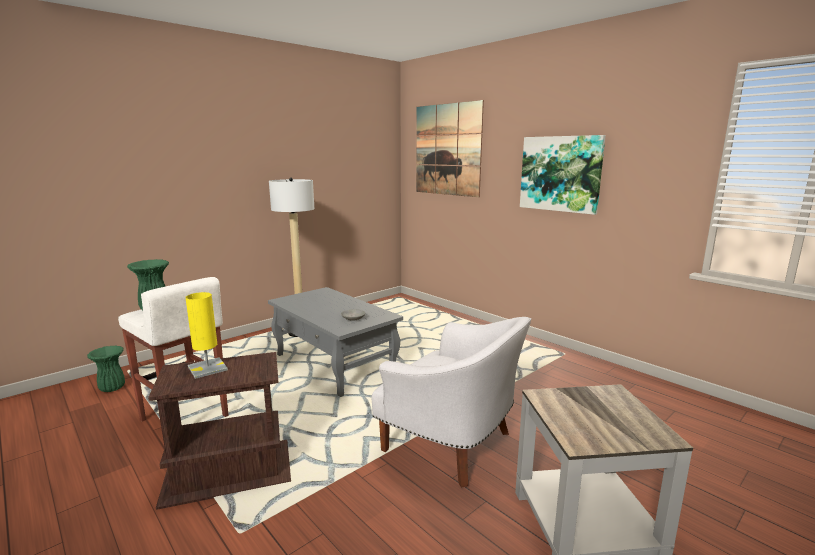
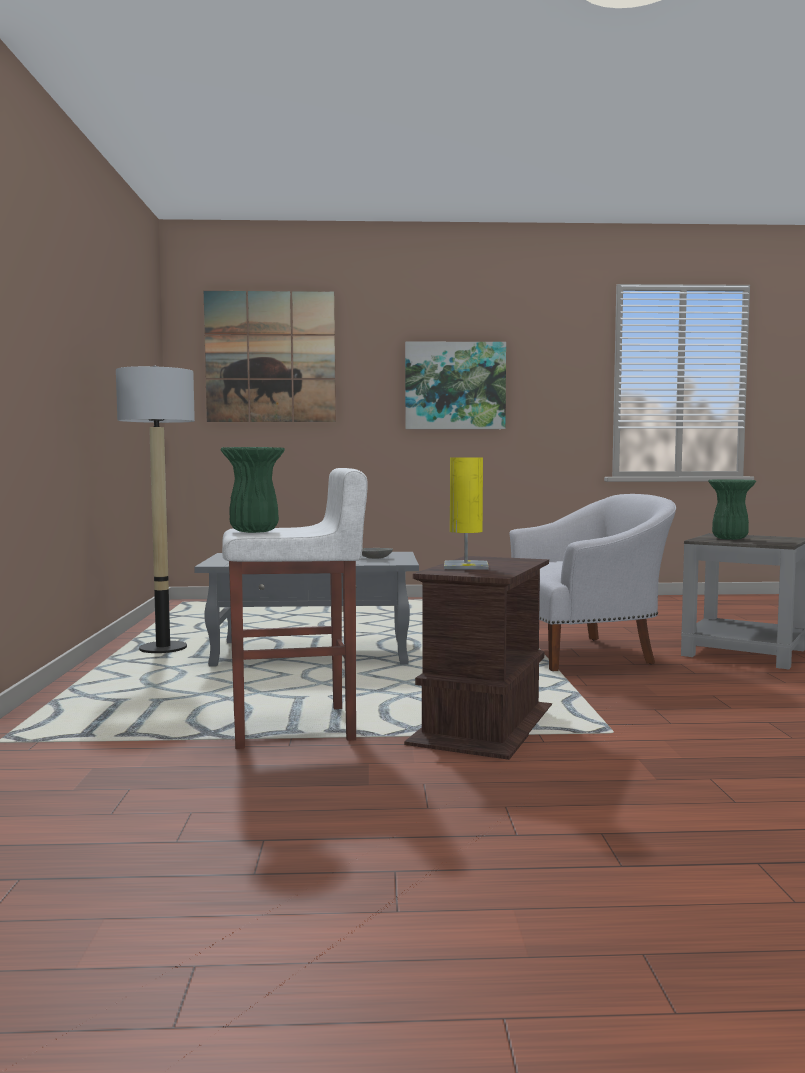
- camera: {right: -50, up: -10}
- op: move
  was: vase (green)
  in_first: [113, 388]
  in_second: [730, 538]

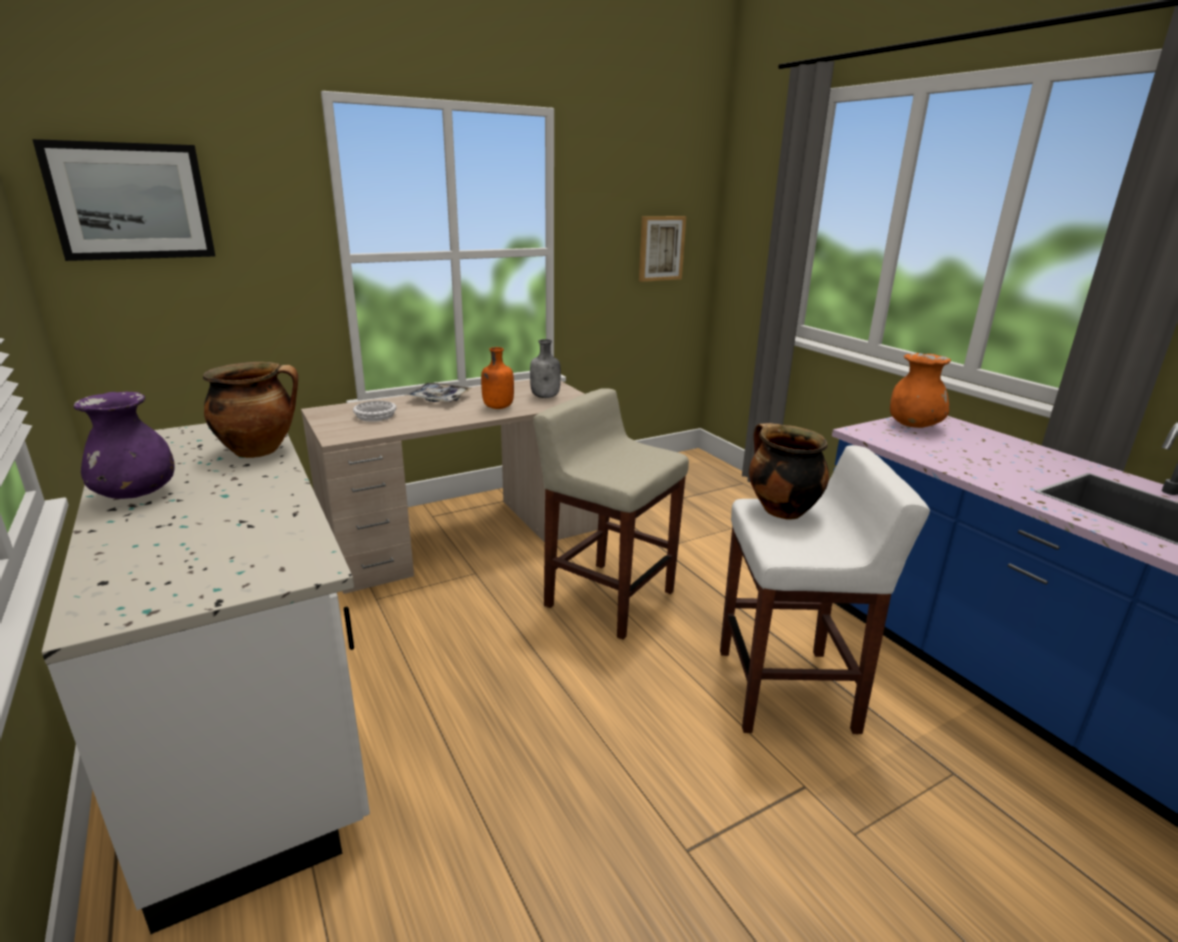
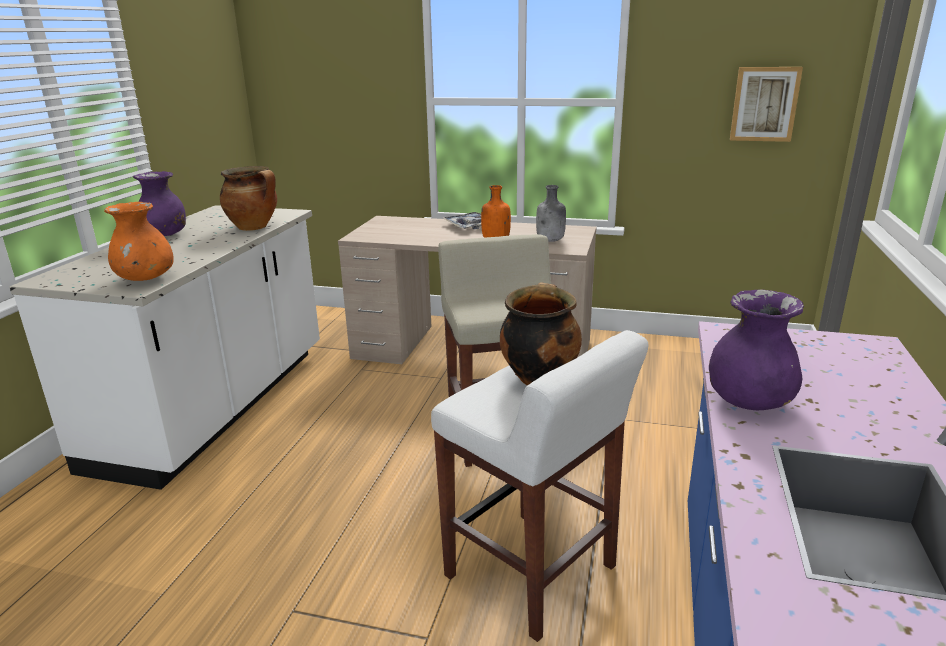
- camera: {right: 45, up: 0}
- op: delete
  was: picture
  in_first: [131, 201]
- op: move
  was: vase (orange)
  in_first: [913, 425]
  in_second: [146, 279]
- op: delete
  was: bowl (white)
  in_first: [376, 415]
- op: insert
  now: vase (purple)
  in_second: [749, 402]

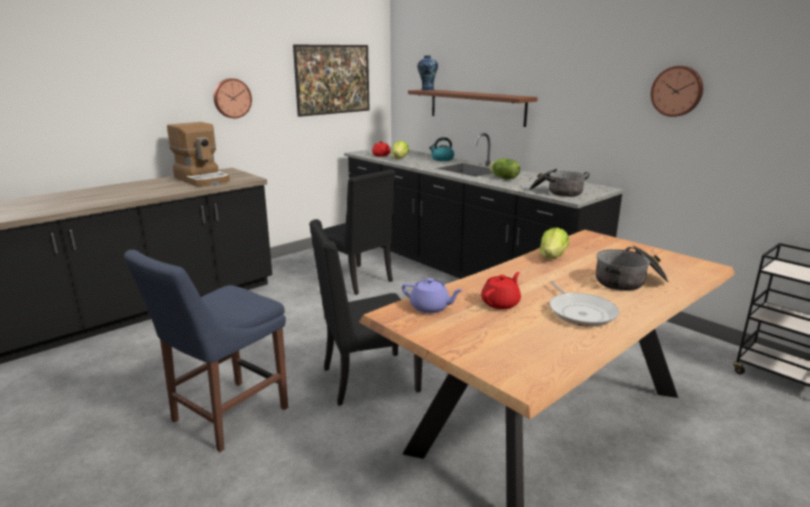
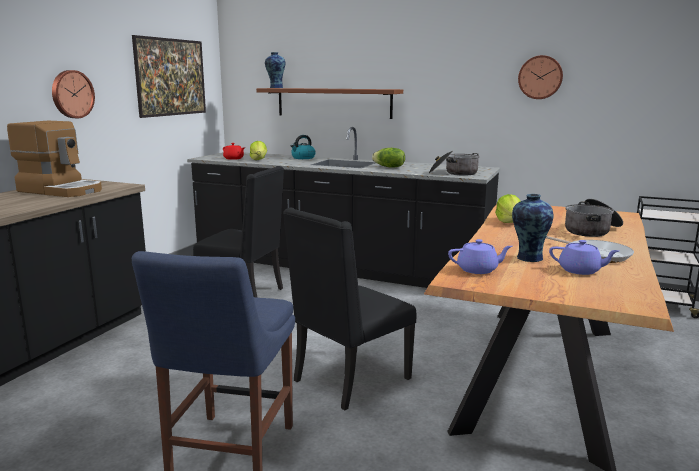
- camera: {right: -25, up: -5}
- op: replace
  was: teapot (red)
  now: vase
  in_first: [501, 303]
  in_second: [528, 258]
- op: insert
  now: teapot (purple)
  in_second: [580, 270]

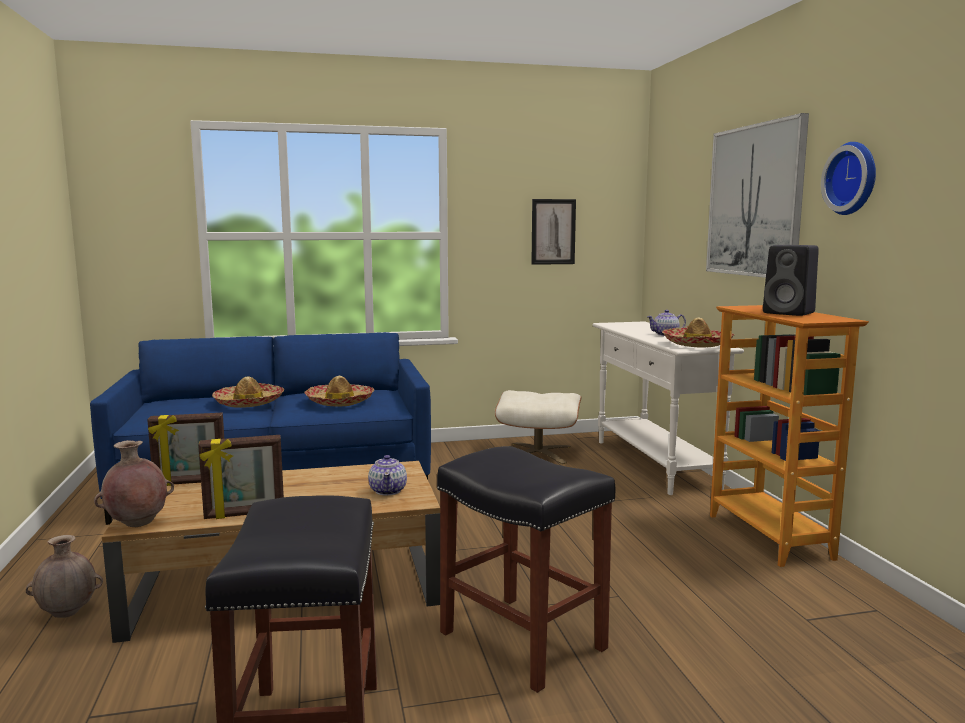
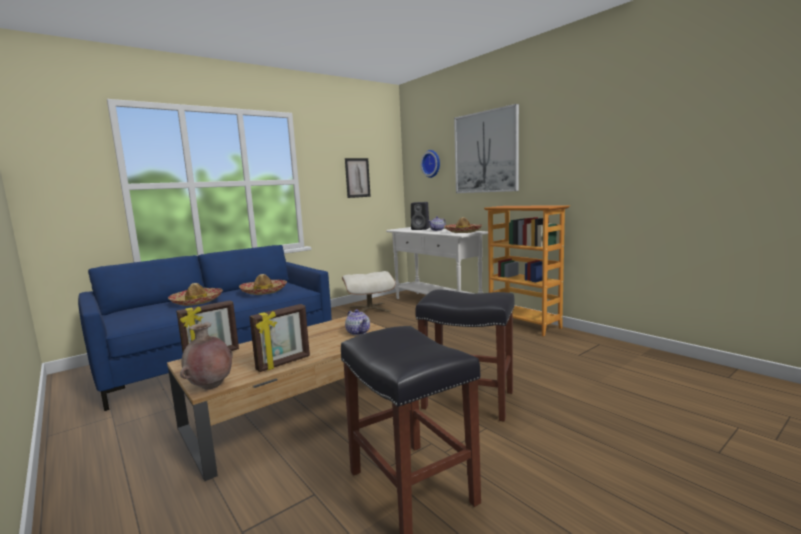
- camera: {right: -25, up: 0}
- op: move
  was: wall clock
  in_first: [853, 178]
  in_second: [432, 163]
- op: move
  was: speaker (black)
  in_first: [790, 313]
  in_second: [421, 229]
- op: delete
  was: vase (brown)
  in_first: [68, 613]

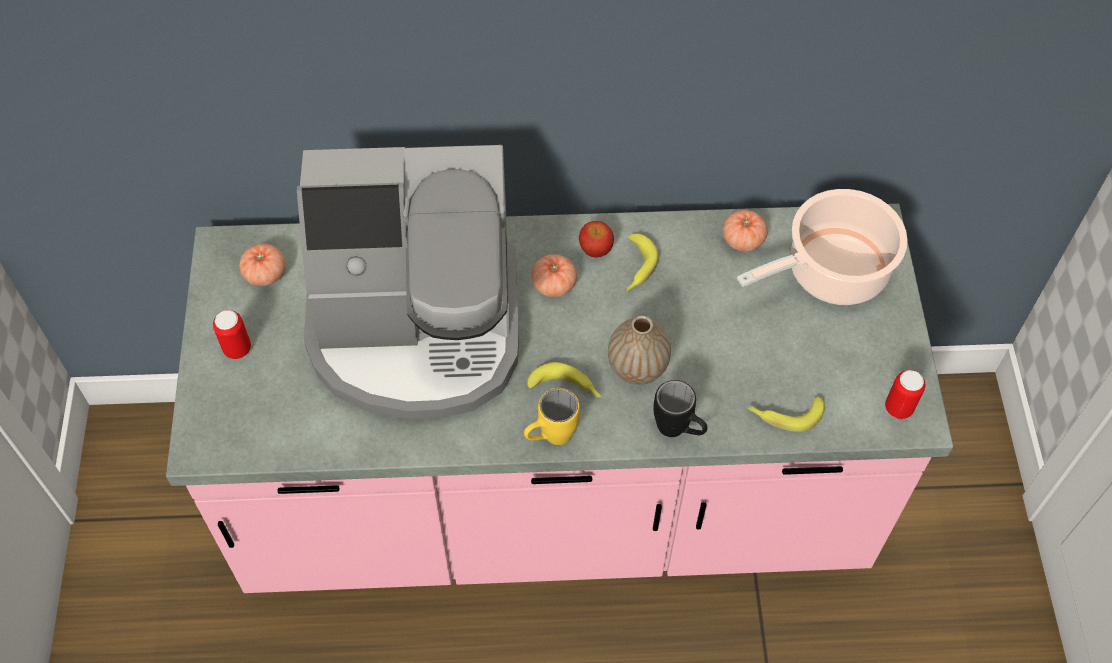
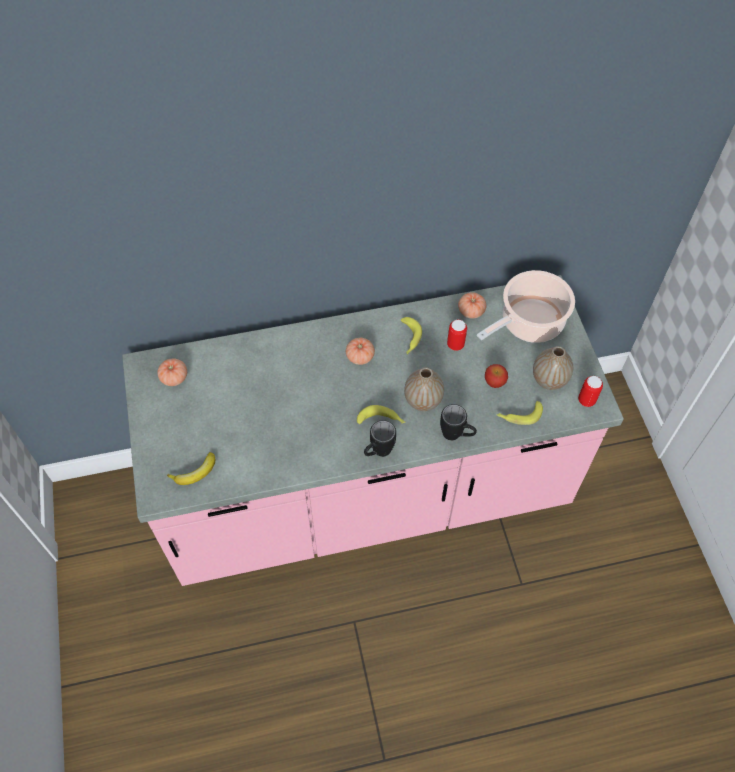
- camera: {right: -10, up: 0}
- op: delete
  was: coffee machine
  in_first: [417, 330]
- op: move
  was: apple
  in_first: [595, 249]
  in_second: [494, 382]
- op: move
  was: can
  in_first: [237, 349]
  in_second: [455, 344]
- op: recolor
  was: mug (yellow)
  now: mug (black)
  in_first: [550, 438]
  in_second: [378, 453]
- op: insert
  now: vase
  in_second: [549, 380]
- op: insert
  now: banana
  in_second: [195, 473]

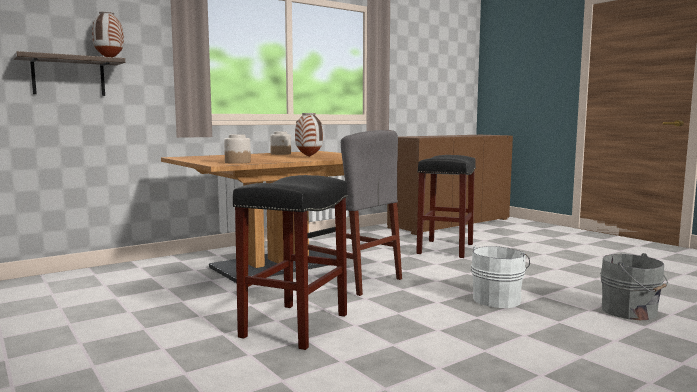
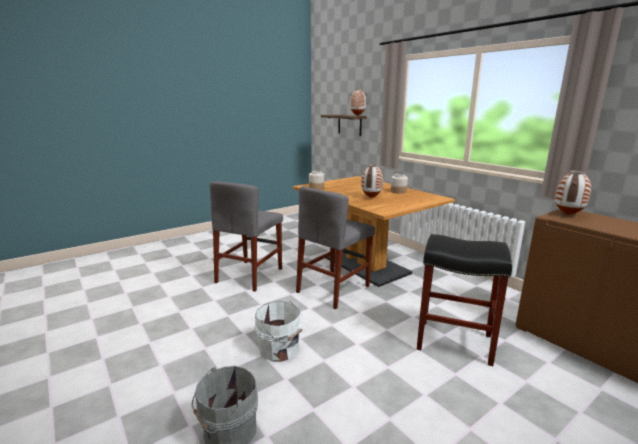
- camera: {right: 90, up: 10}
- op: replace
  was: stool (black)
  now: chair (grey)
  in_first: [295, 326]
  in_second: [249, 275]
- op: insert
  now: vase
  in_second: [568, 215]

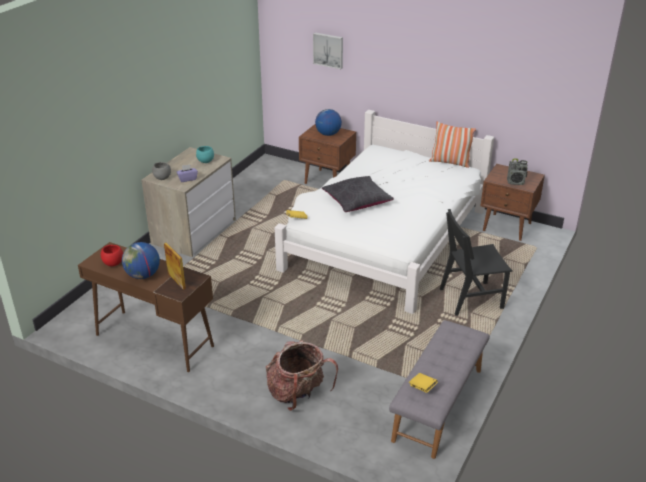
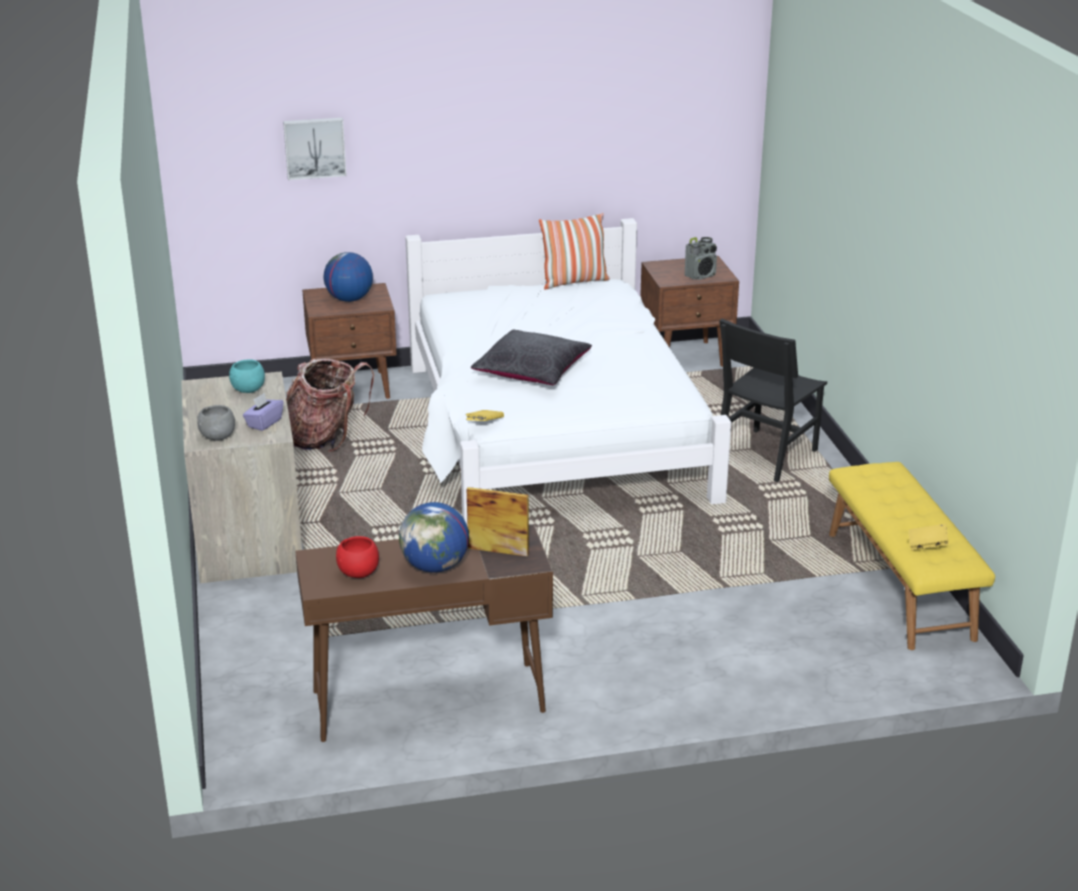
- camera: {right: -40, up: -5}
- op: recolor
  was: bench (grey)
  now: bench (yellow)
  in_first: [438, 404]
  in_second: [900, 585]
- op: move
  was: backpack
  in_first: [298, 394]
  in_second: [324, 438]

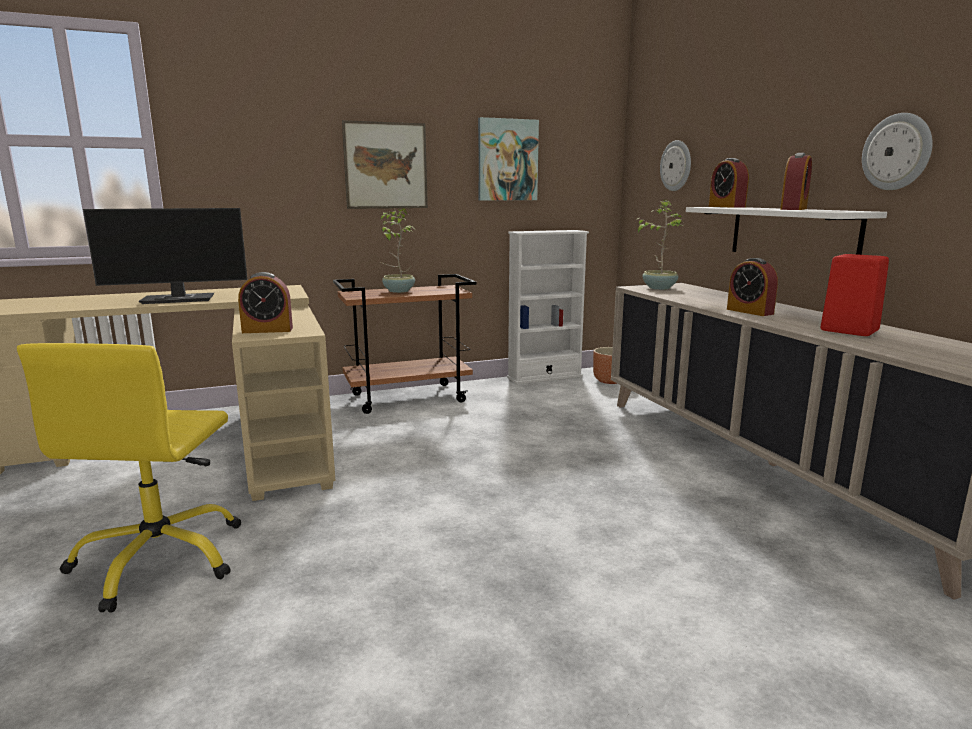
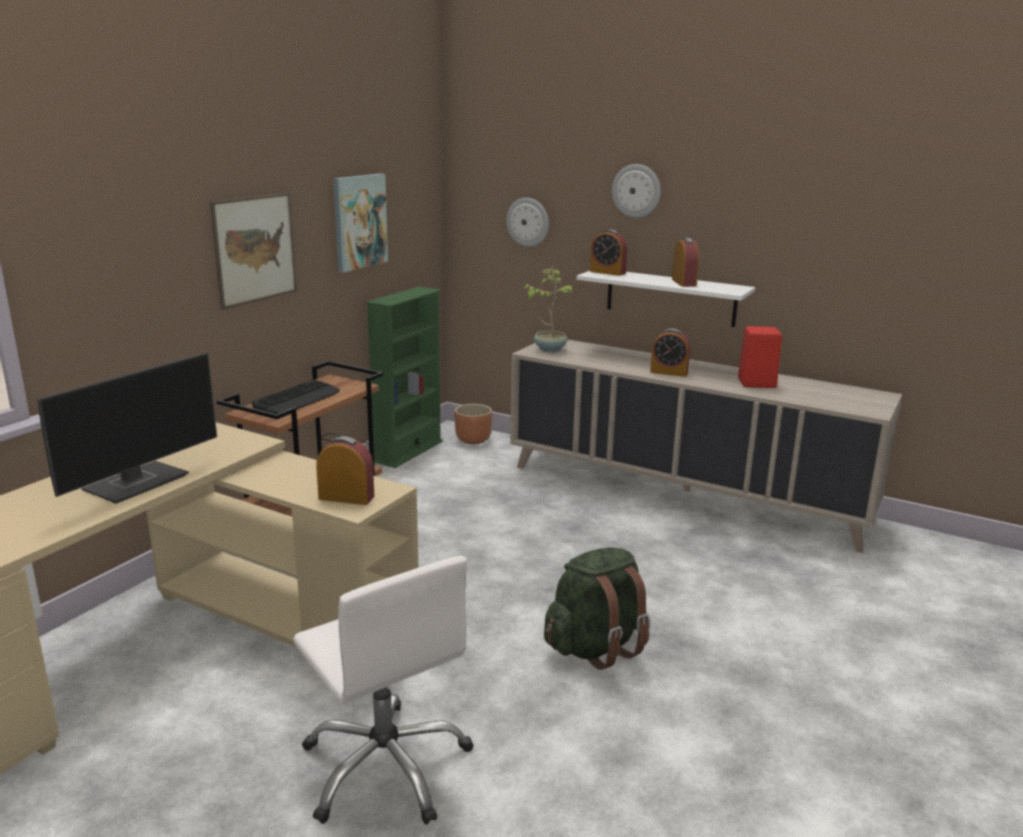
- camera: {right: -40, up: 5}
- op: move
  was: wall clock
  in_first: [897, 152]
  in_second: [636, 191]
- op: replace
  was: potted plant
  now: keyboard
  in_first: [398, 291]
  in_second: [297, 399]
- op: recolor
  was: bookcase (white)
  now: bookcase (green)
  in_first: [544, 377]
  in_second: [408, 451]
- op: rotate
  was: alarm clock
  in_first: [267, 330]
  in_second: [346, 497]
  clockwise: -120
- op: recolor
  was: office chair (yellow)
  now: office chair (white)
  in_first: [160, 559]
  in_second: [386, 766]
- op: insert
  now: backpack (green)
  in_second: [596, 647]

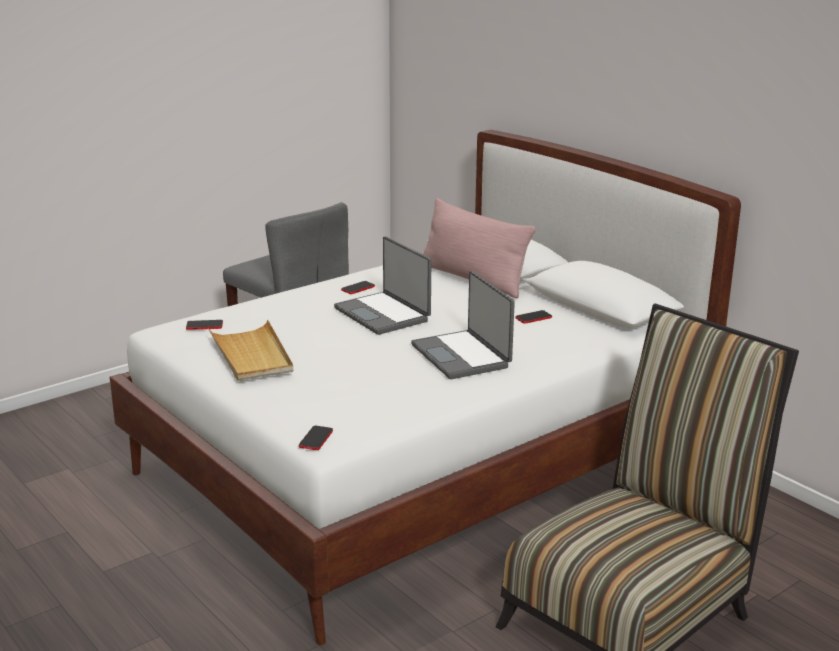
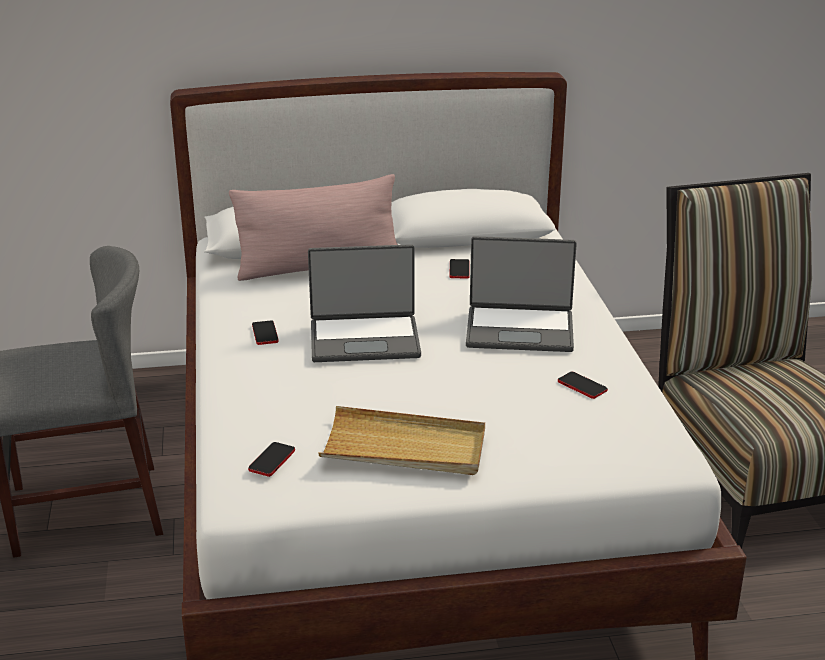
- camera: {right: -60, up: 5}
- op: move
  was: phone
  in_first: [316, 439]
  in_second: [582, 386]

